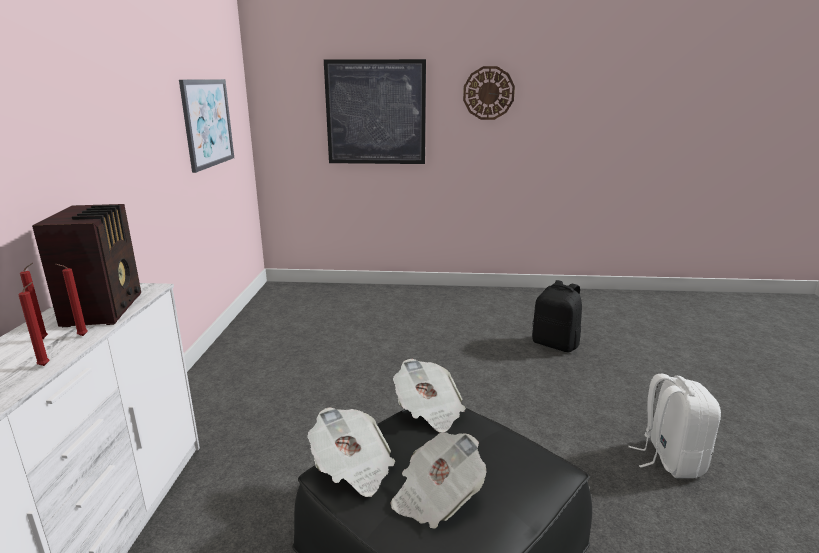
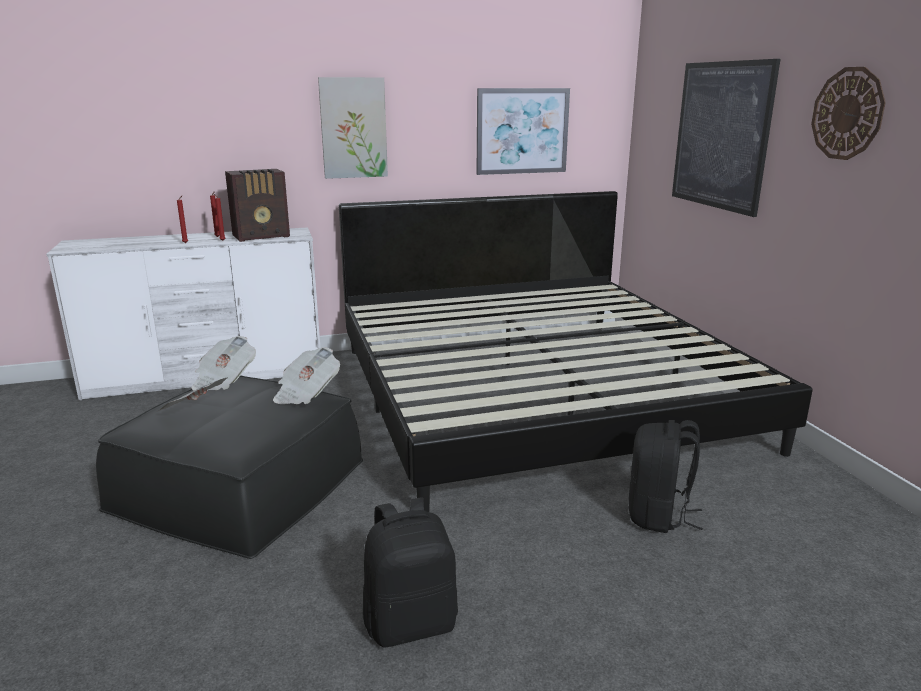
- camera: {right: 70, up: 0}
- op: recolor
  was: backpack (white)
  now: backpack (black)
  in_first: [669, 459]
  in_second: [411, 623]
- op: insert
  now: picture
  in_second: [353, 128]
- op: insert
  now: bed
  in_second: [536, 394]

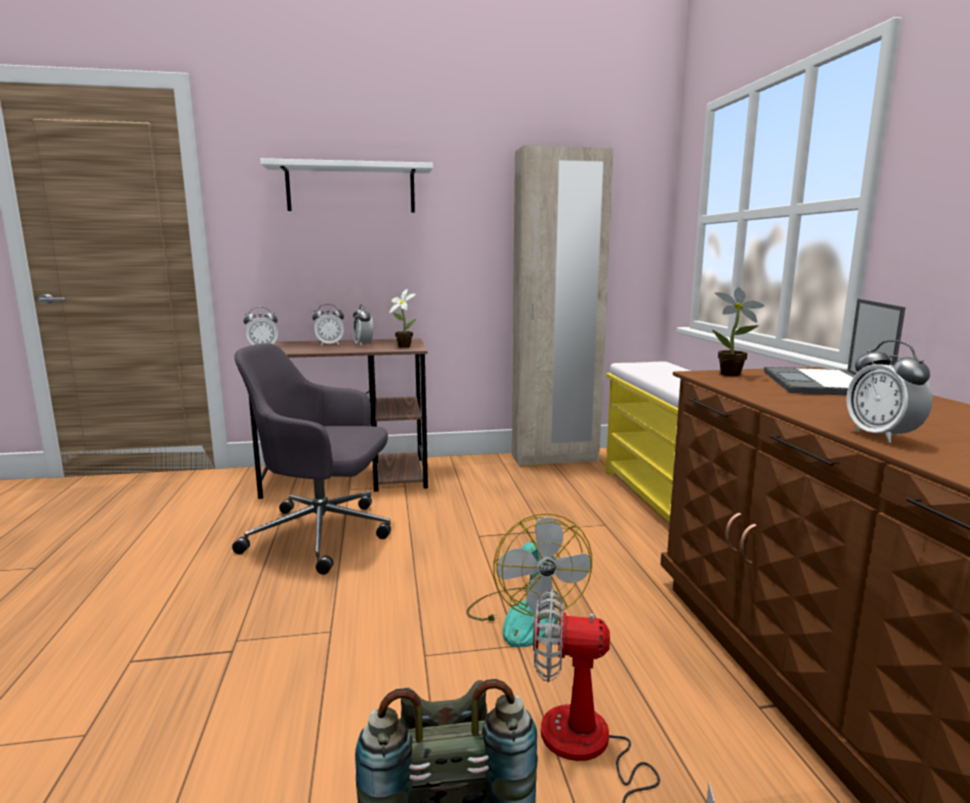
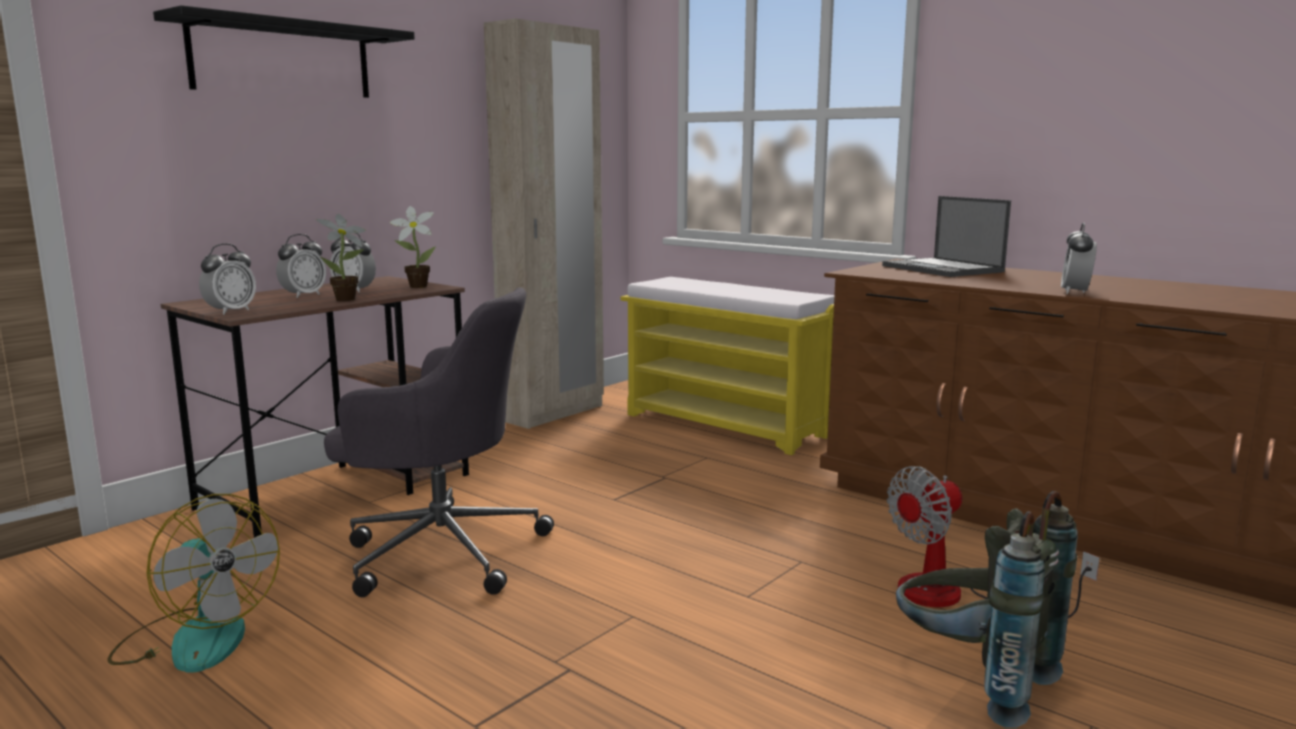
- camera: {right: -40, up: 0}
- op: recolor
  was: shelf (white)
  now: shelf (black)
  in_first: [351, 189]
  in_second: [282, 59]
- op: move
  was: potted plant
  in_first: [733, 375]
  in_second: [348, 300]
- op: rotate
  was: alarm clock
  in_first: [881, 436]
  in_second: [1075, 292]
  clockwise: 75
- op: rotate
  was: office chair (grey)
  in_first: [323, 534]
  in_second: [441, 550]
  clockwise: -135
- op: move
  was: fan
  in_first: [524, 615]
  in_second: [196, 638]

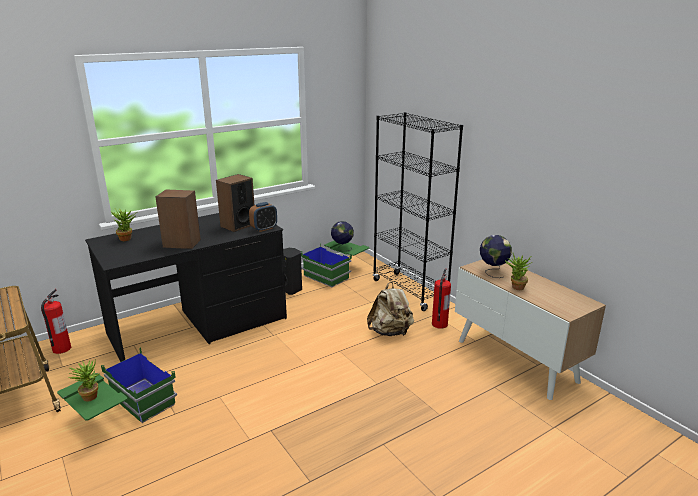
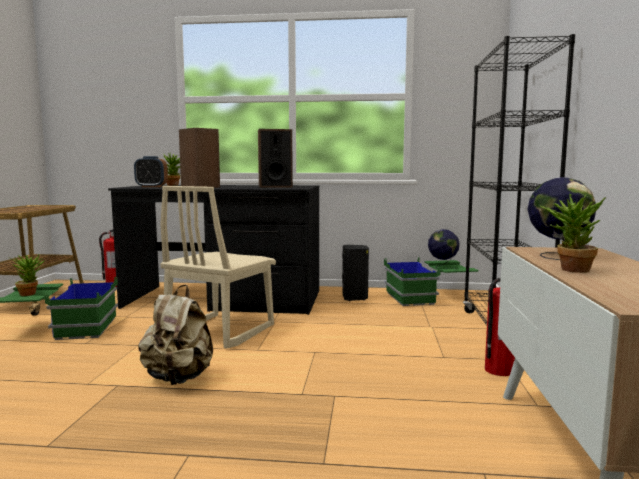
- camera: {right: 40, up: -15}
- op: move
  was: alarm clock
  in_first: [264, 228]
  in_second: [151, 187]
- op: move
  was: backpack (beige)
  in_first: [390, 332]
  in_second: [179, 378]
- op: insert
  now: chair (beige)
  in_second: [219, 331]

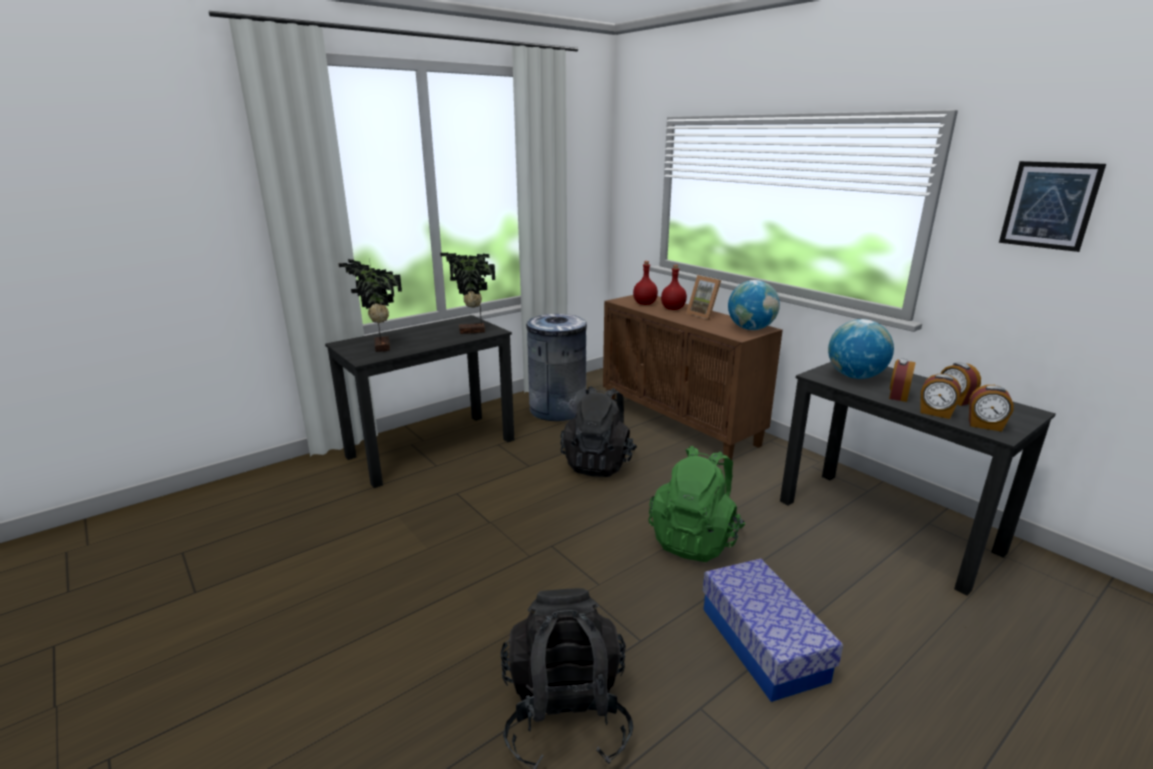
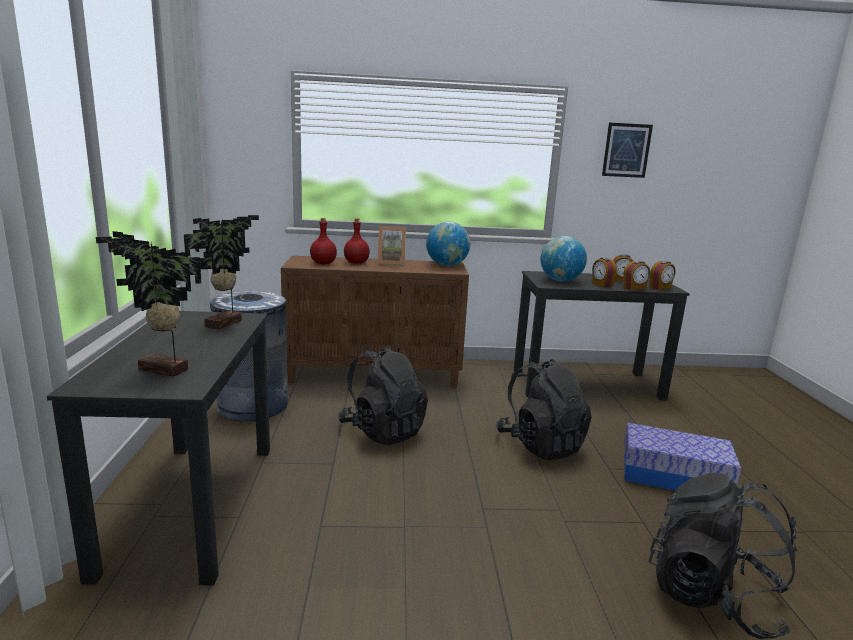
- camera: {right: -55, up: -5}
- op: recolor
  was: backpack (green)
  now: backpack (black)
  in_first: [695, 540]
  in_second: [540, 444]

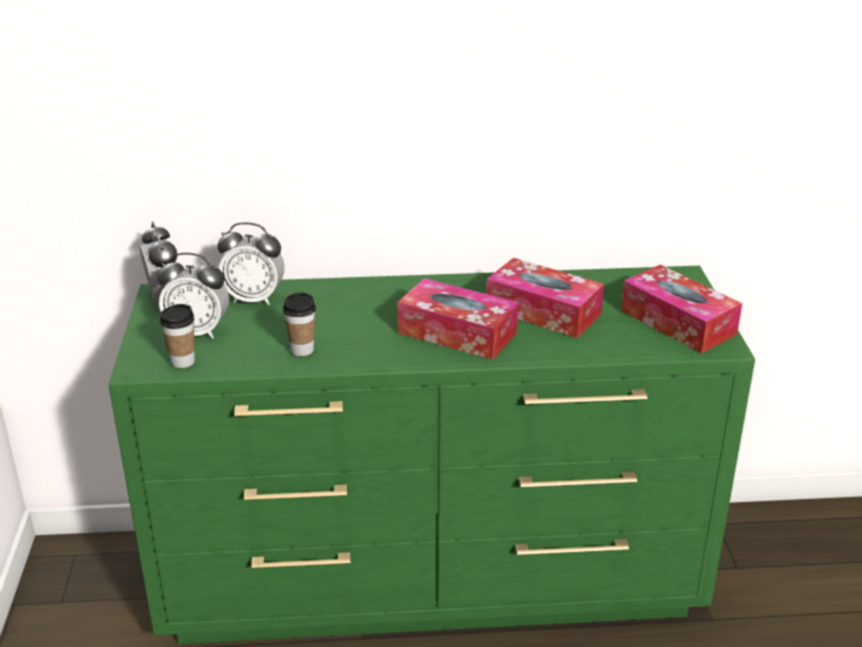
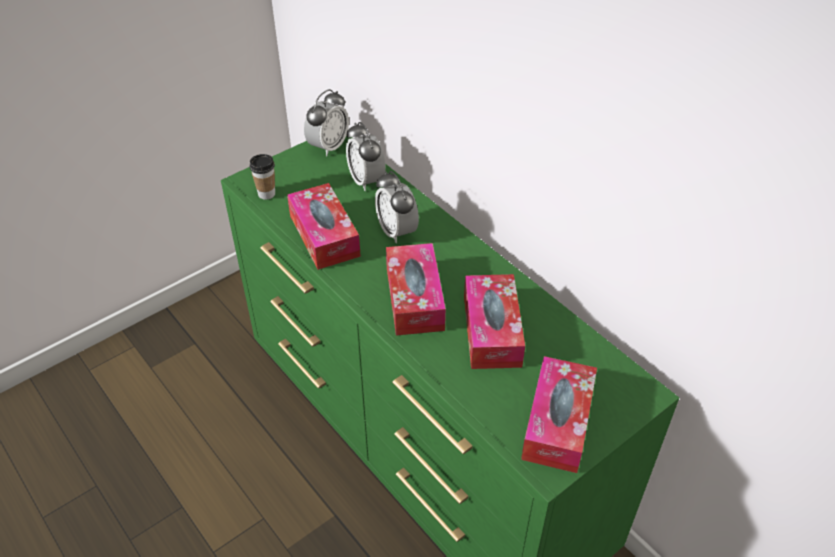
- camera: {right: 55, up: 15}
- op: move
  was: alarm clock
  in_first: [198, 331]
  in_second: [397, 231]
- op: replace
  was: cup
  now: tissue box
  in_first: [302, 350]
  in_second: [324, 235]

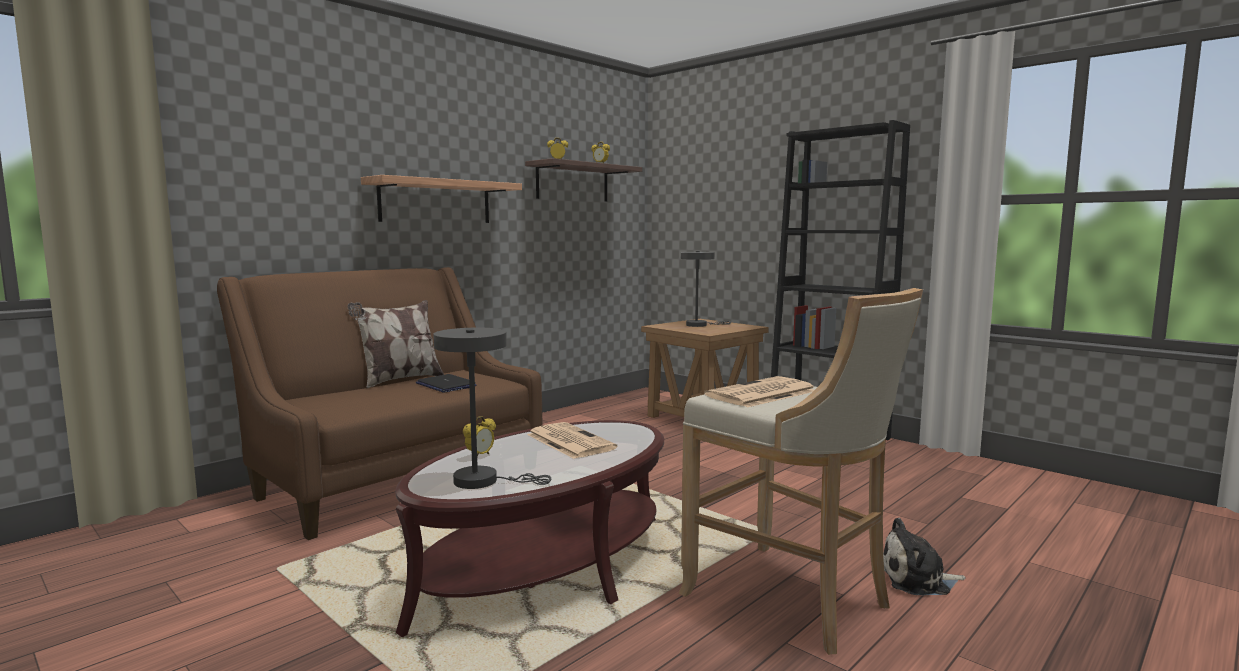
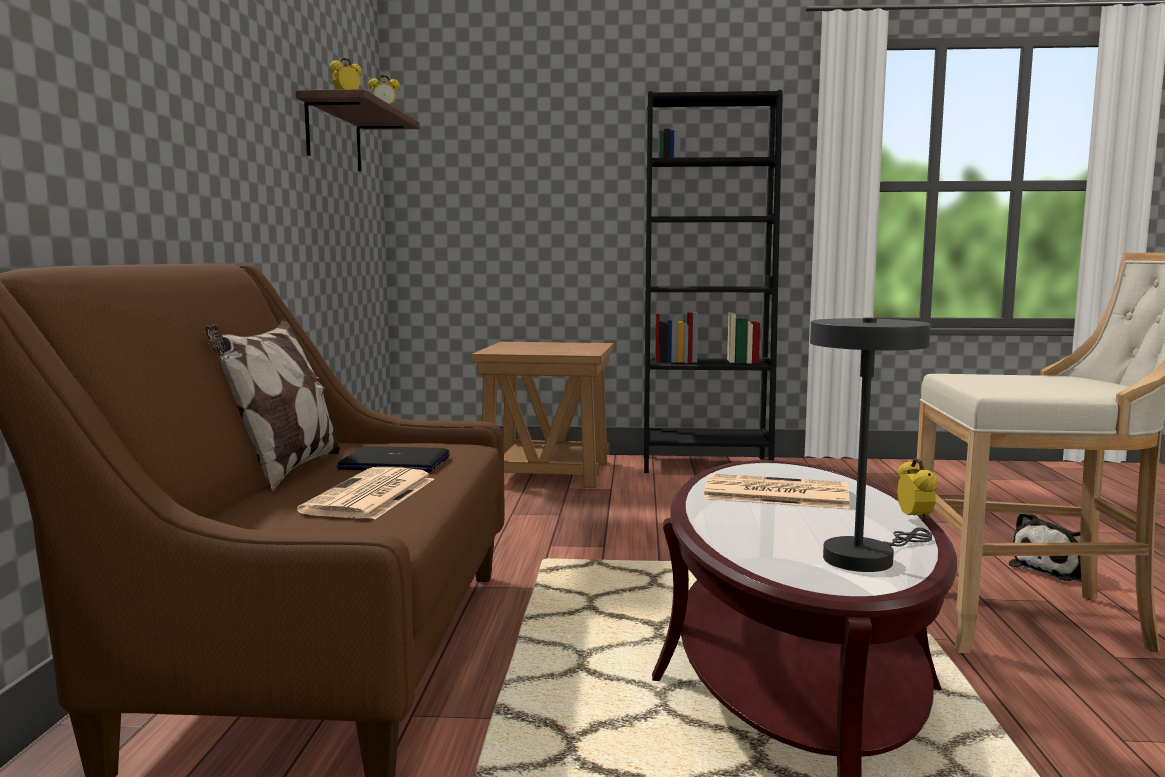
- camera: {right: -40, up: 0}
- op: delete
  was: shelf
  in_first: [436, 202]
- op: delete
  was: table lamp (grey)
  in_first: [700, 325]
- op: move
  was: newspaper
  in_first: [761, 394]
  in_second: [371, 496]
- op: move
  was: alarm clock
  in_first: [480, 455]
  in_second: [914, 519]

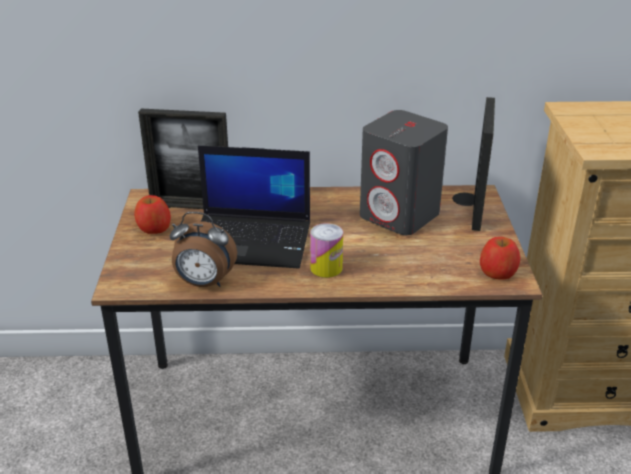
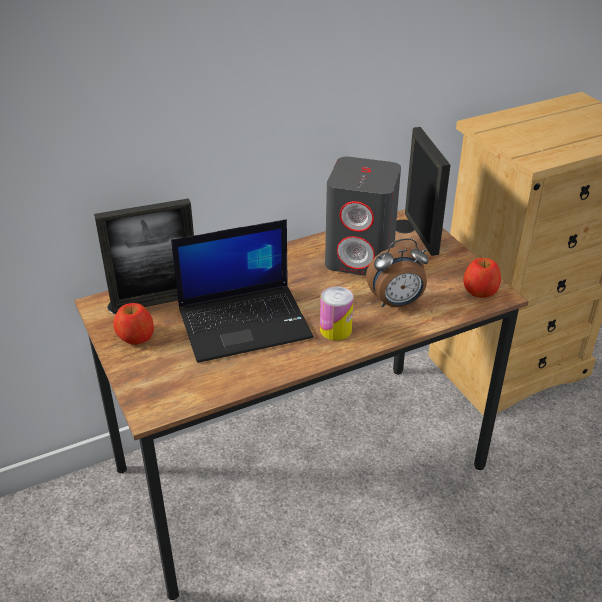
- camera: {right: -25, up: 5}
- op: move
  was: alarm clock
  in_first: [204, 283]
  in_second: [396, 303]

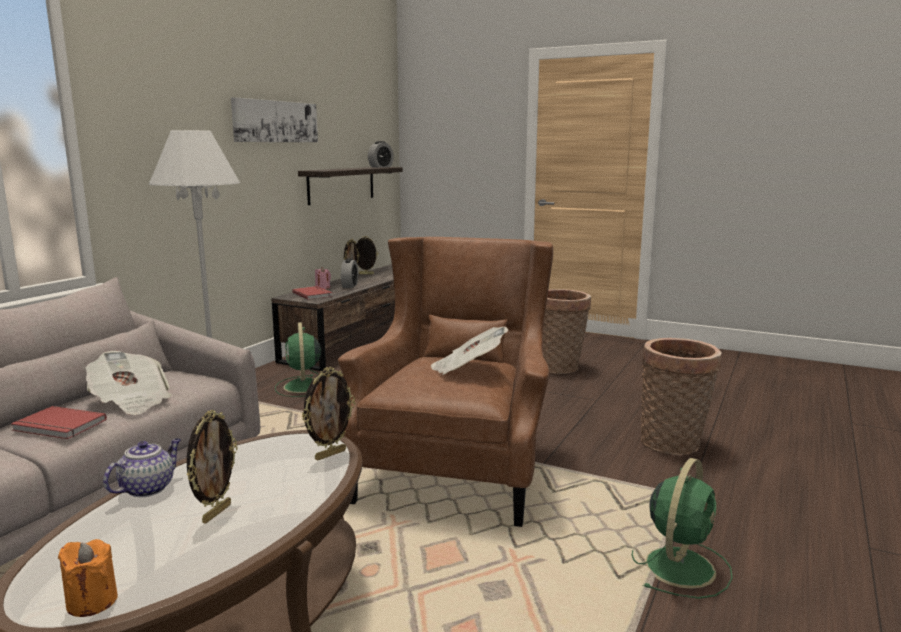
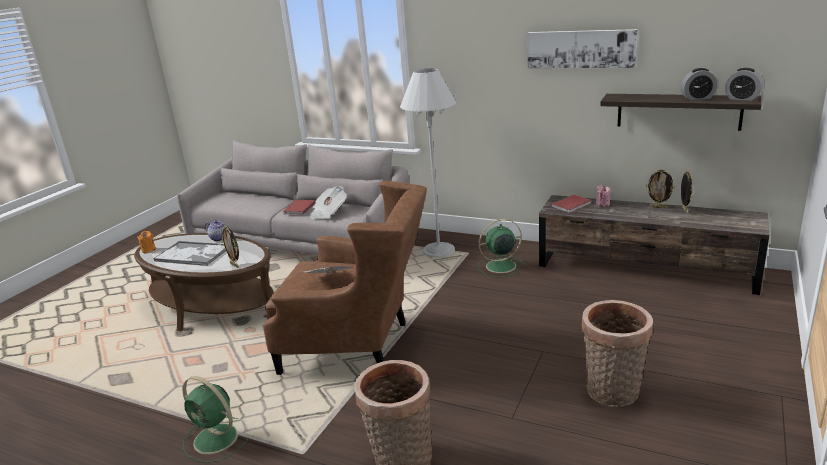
- camera: {right: 90, up: 10}
- op: move
  was: alarm clock
  in_first: [349, 286]
  in_second: [697, 98]
- op: replace
  was: picture frame
  now: tray
  in_first: [216, 513]
  in_second: [193, 254]

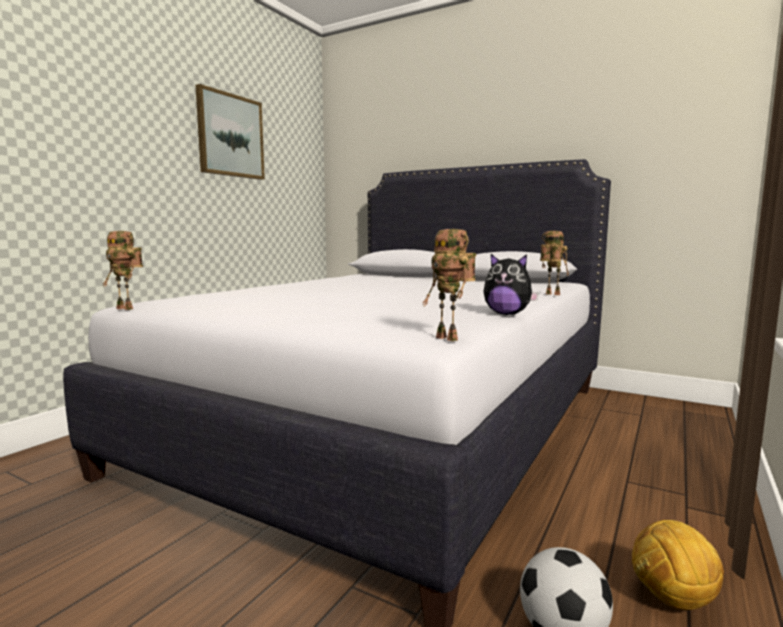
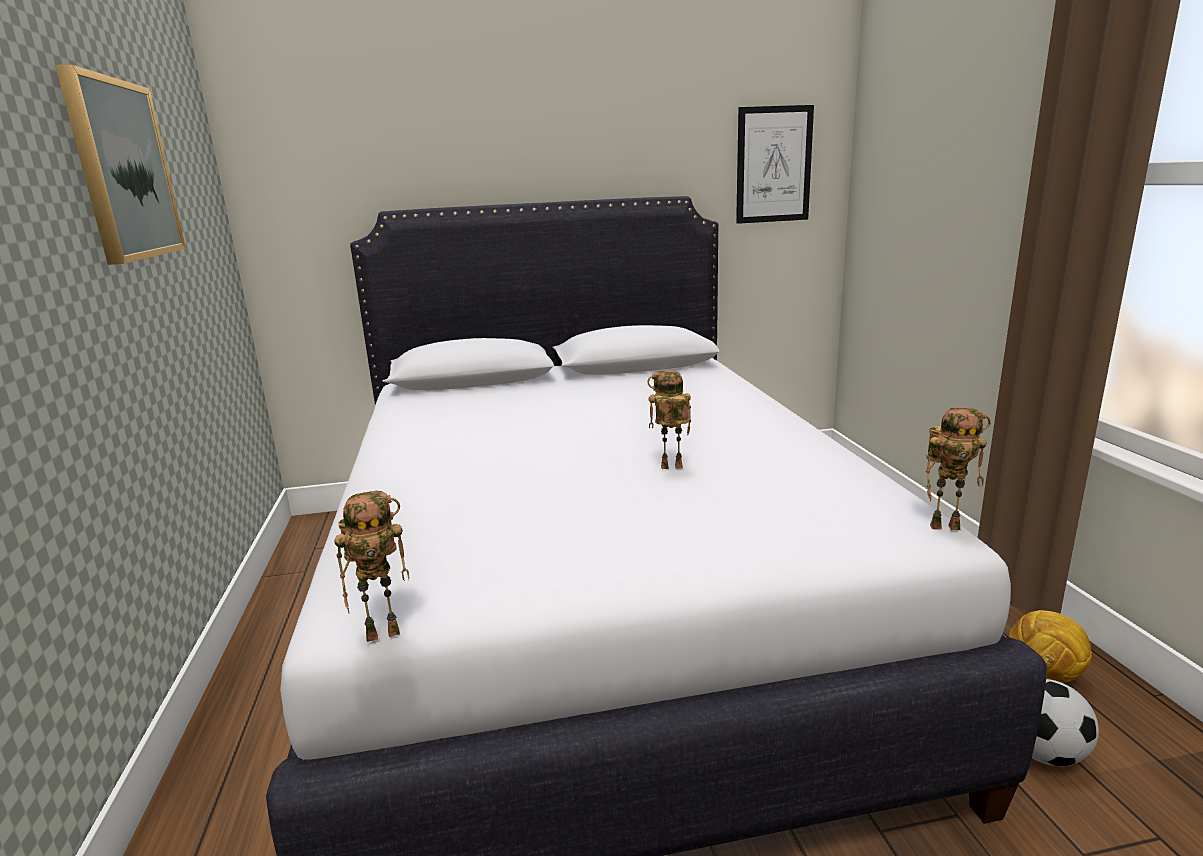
- camera: {right: -40, up: 10}
- op: move
  was: toy robot
  in_first: [551, 294]
  in_second: [670, 468]
- op: delete
  was: plush toy
  in_first: [507, 314]
- op: insert
  now: picture
  in_second: [773, 165]

